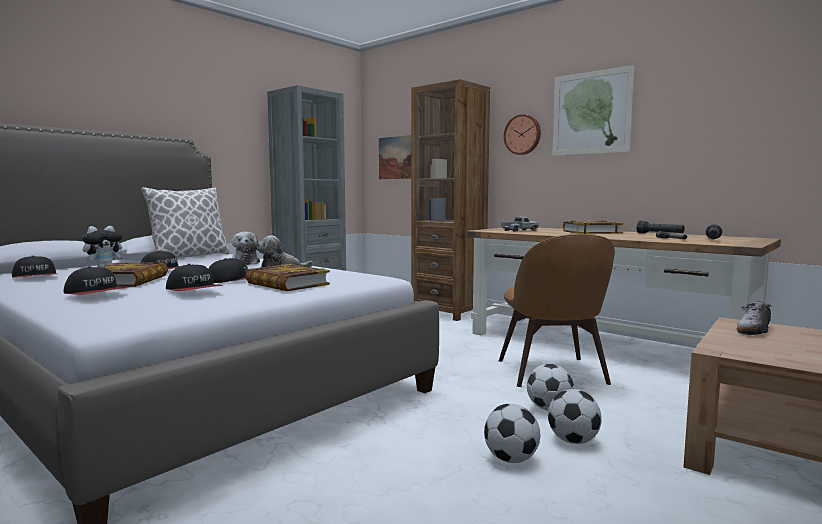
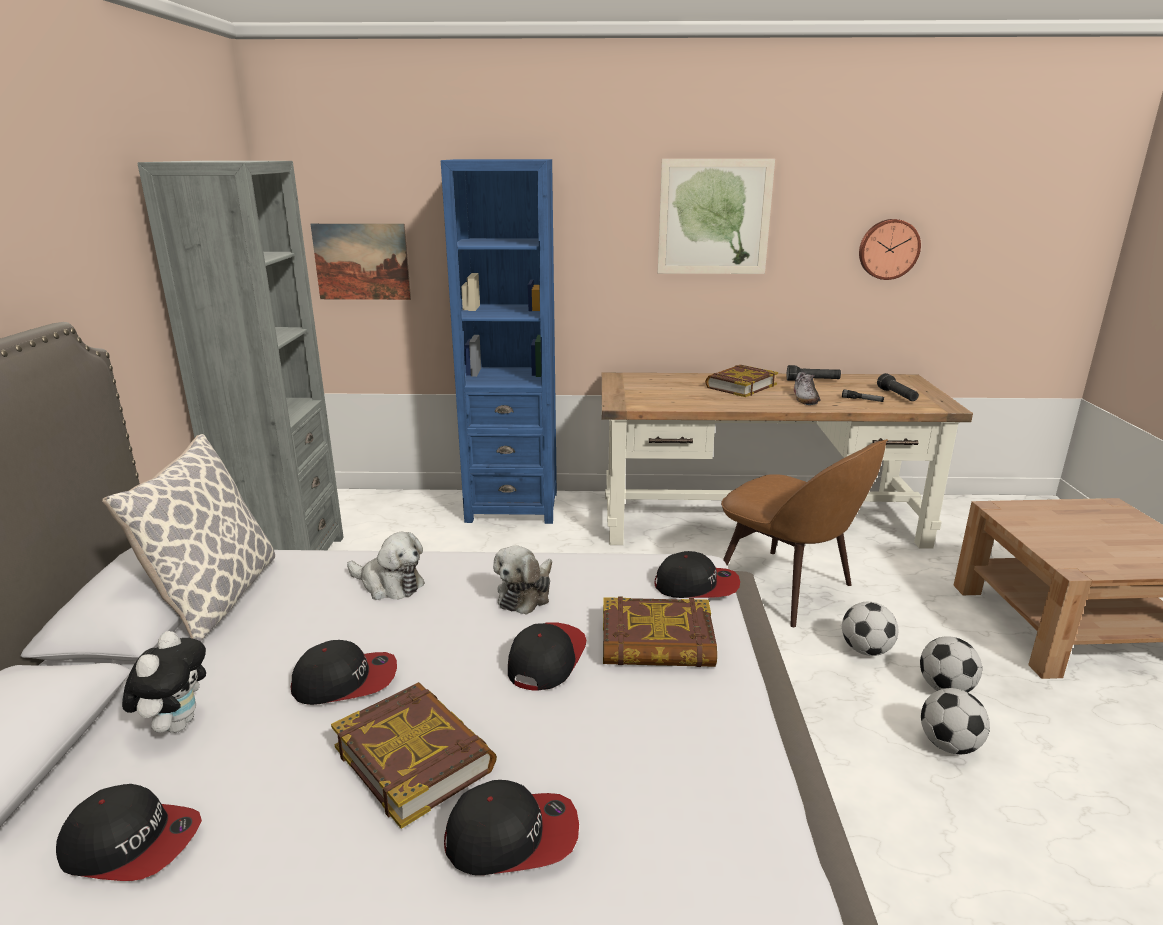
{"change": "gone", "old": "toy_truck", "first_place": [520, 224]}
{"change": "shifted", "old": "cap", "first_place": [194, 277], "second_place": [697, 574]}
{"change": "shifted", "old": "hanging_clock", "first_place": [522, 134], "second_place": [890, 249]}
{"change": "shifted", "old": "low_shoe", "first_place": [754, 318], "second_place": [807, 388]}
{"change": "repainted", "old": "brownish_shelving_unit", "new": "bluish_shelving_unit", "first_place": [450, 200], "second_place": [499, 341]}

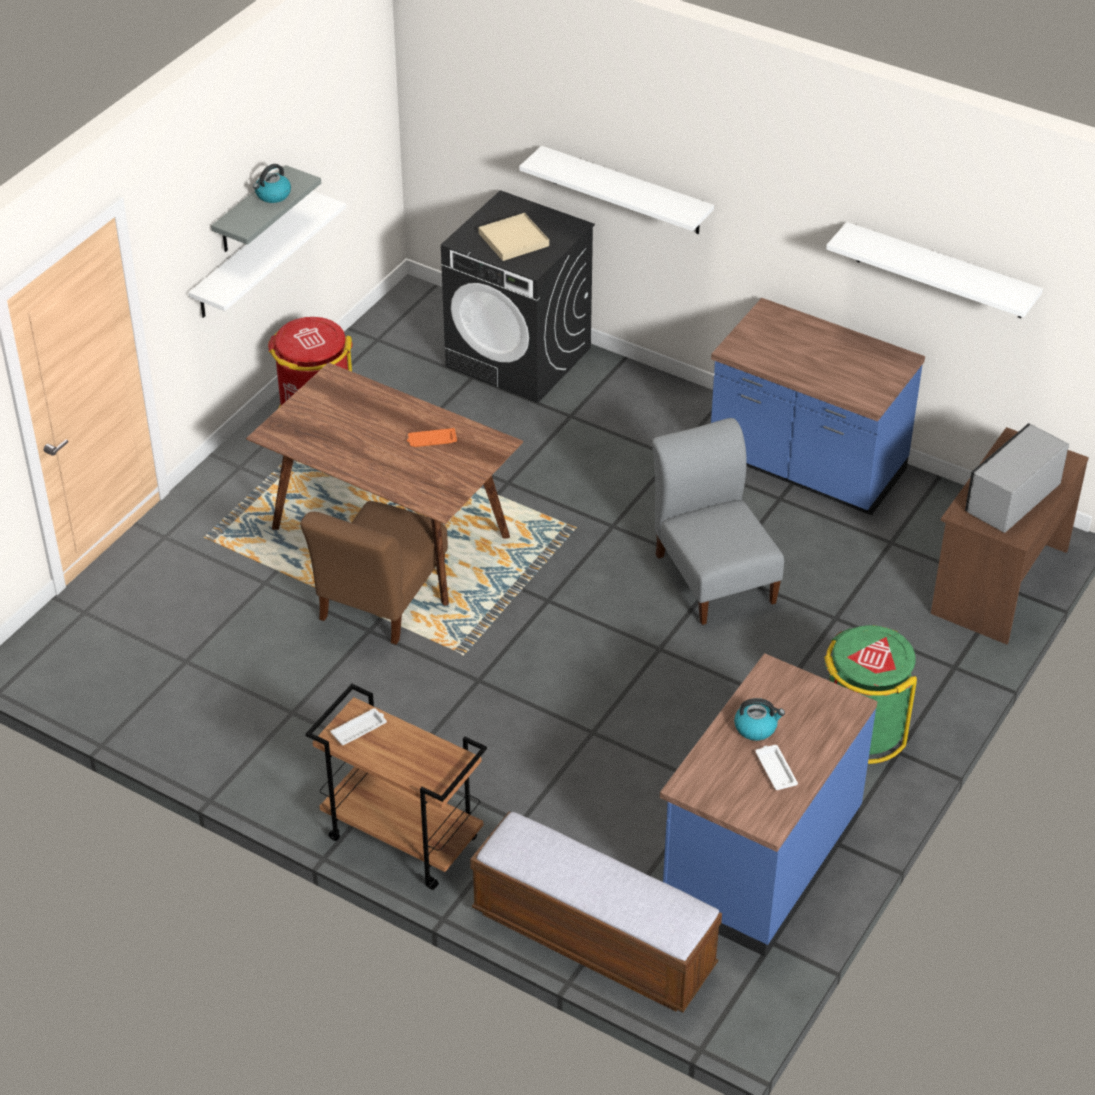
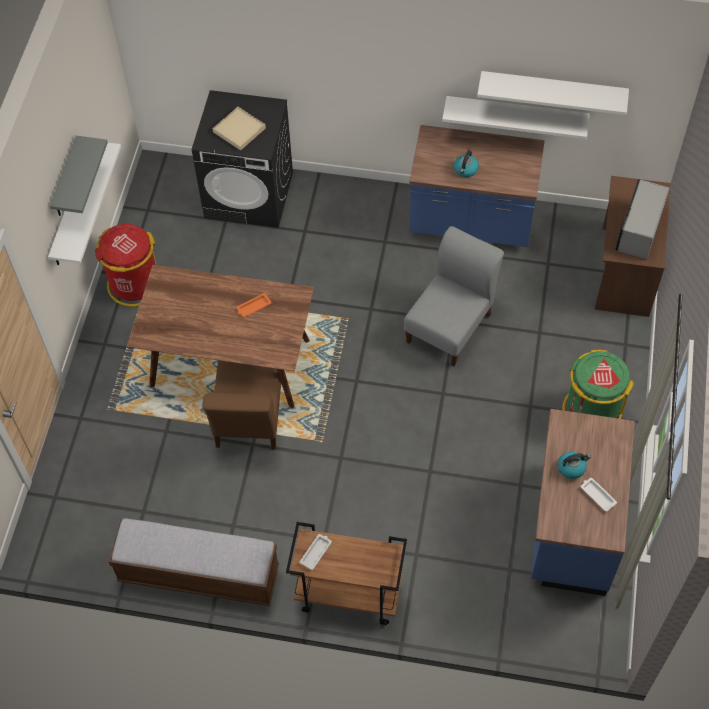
{"change": "shifted", "old": "water_kettle", "first_place": [272, 183], "second_place": [466, 163]}
{"change": "shifted", "old": "indoor_bench", "first_place": [596, 912], "second_place": [193, 562]}
{"change": "shifted", "old": "whitish_bracket_shelf", "first_place": [616, 190], "second_place": [516, 117]}
{"change": "rotated", "old": "grey_plain_chair", "first_place": [718, 521], "second_place": [454, 296], "degrees": 75}

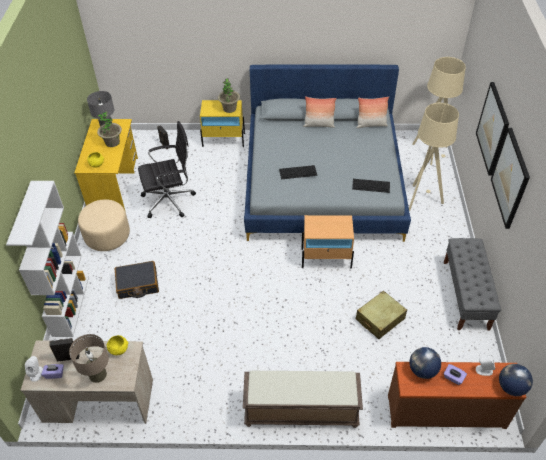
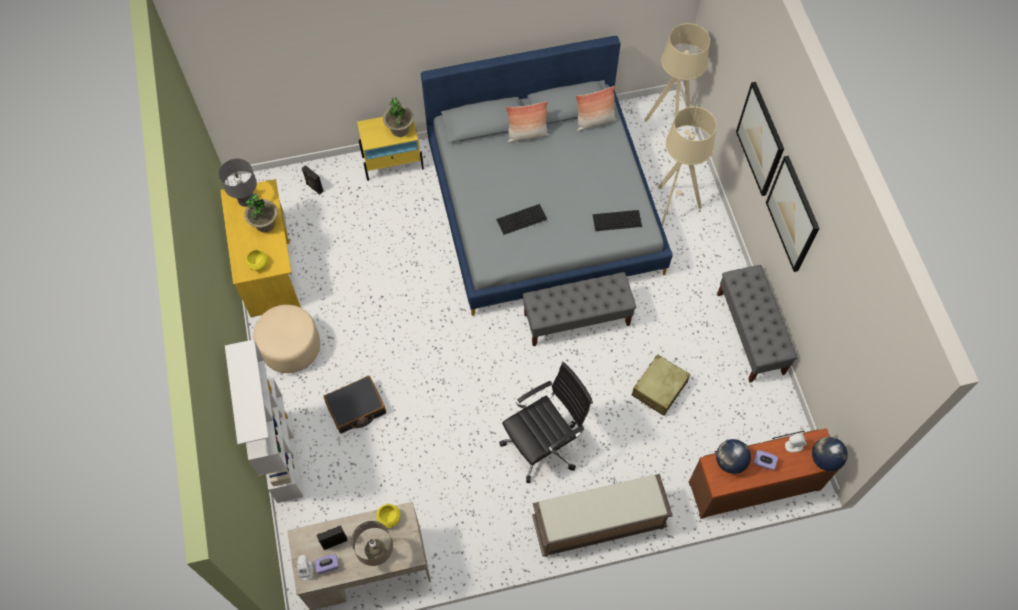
{"change": "shifted", "old": "blackish_computer_chair", "first_place": [167, 169], "second_place": [546, 422]}
{"change": "swapped", "old": "beige-coloured_night_table", "new": "grey_indoor_bench", "first_place": [327, 241], "second_place": [579, 309]}

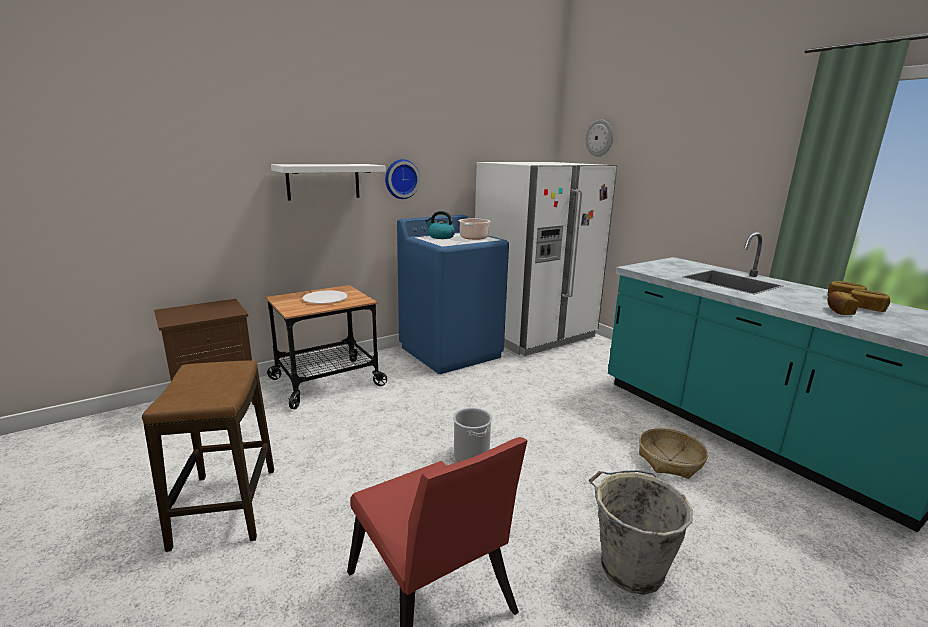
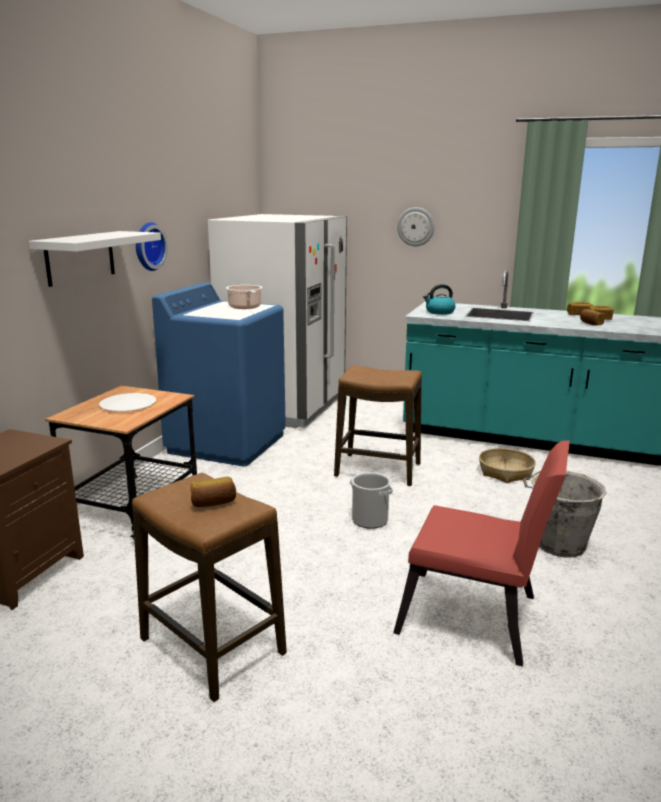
{"change": "new", "new": "bakery_bread", "second_place": [213, 491]}
{"change": "new", "new": "stool_seat", "second_place": [378, 425]}
{"change": "shifted", "old": "water_kettle", "first_place": [440, 225], "second_place": [439, 299]}
{"change": "shifted", "old": "hanging_clock", "first_place": [599, 138], "second_place": [416, 226]}

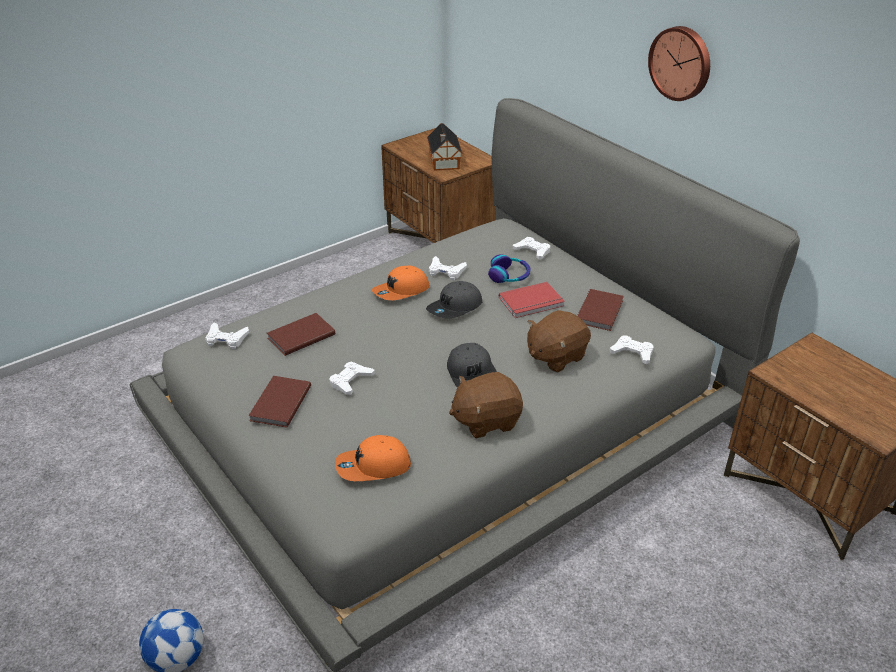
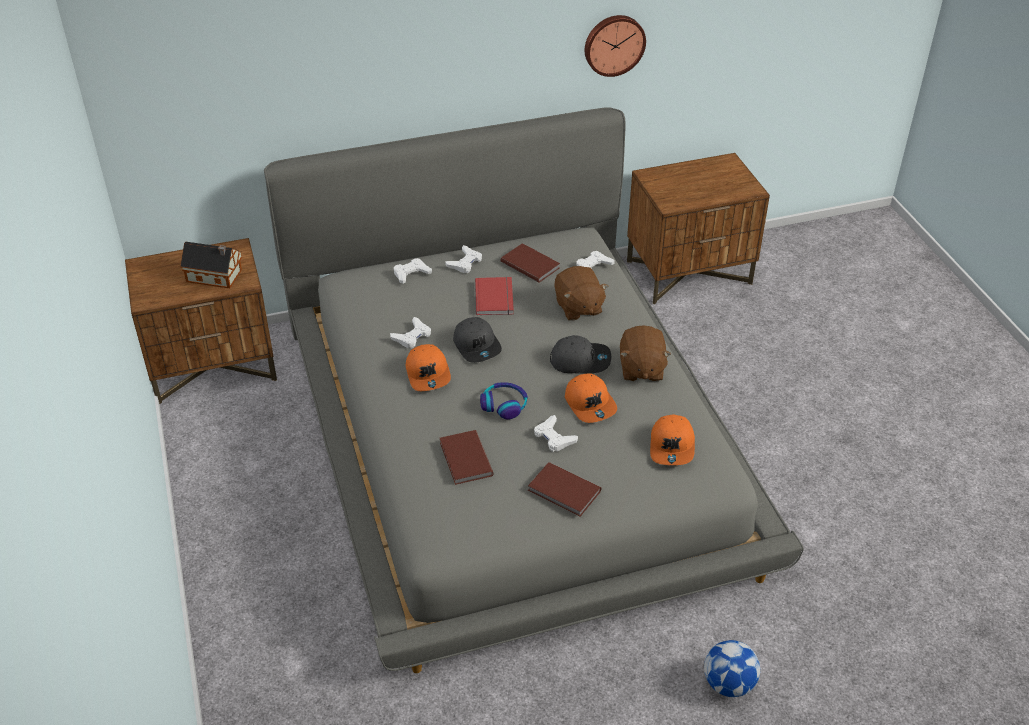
{"change": "new", "new": "orange-coloured_cap", "second_place": [591, 398]}
{"change": "shifted", "old": "whitish_game_controller", "first_place": [227, 335], "second_place": [463, 259]}
{"change": "shifted", "old": "headset", "first_place": [509, 268], "second_place": [504, 401]}
{"change": "shifted", "old": "hanging_clock", "first_place": [679, 63], "second_place": [615, 46]}

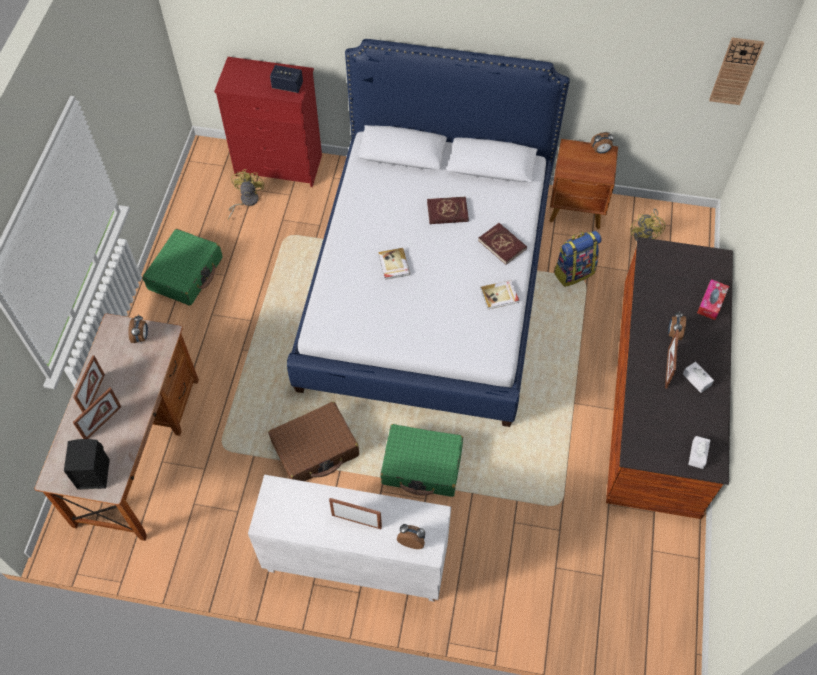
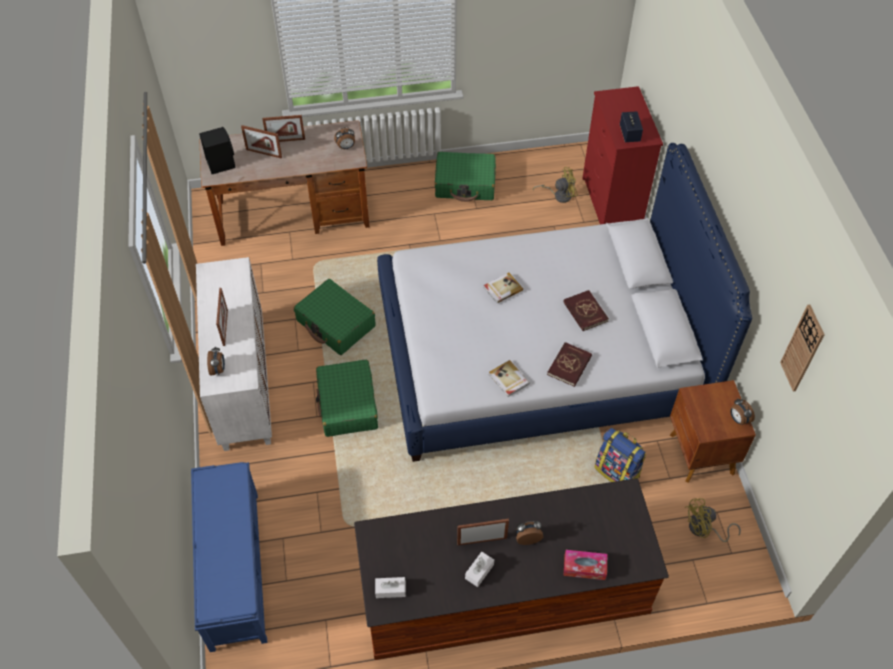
{"change": "new", "new": "bluish_indoor_bench", "second_place": [229, 557]}
{"change": "shifted", "old": "hanging_clock", "first_place": [736, 71], "second_place": [802, 348]}
{"change": "repainted", "old": "brownish_travel_case", "new": "green_travel_case", "first_place": [313, 441], "second_place": [335, 317]}

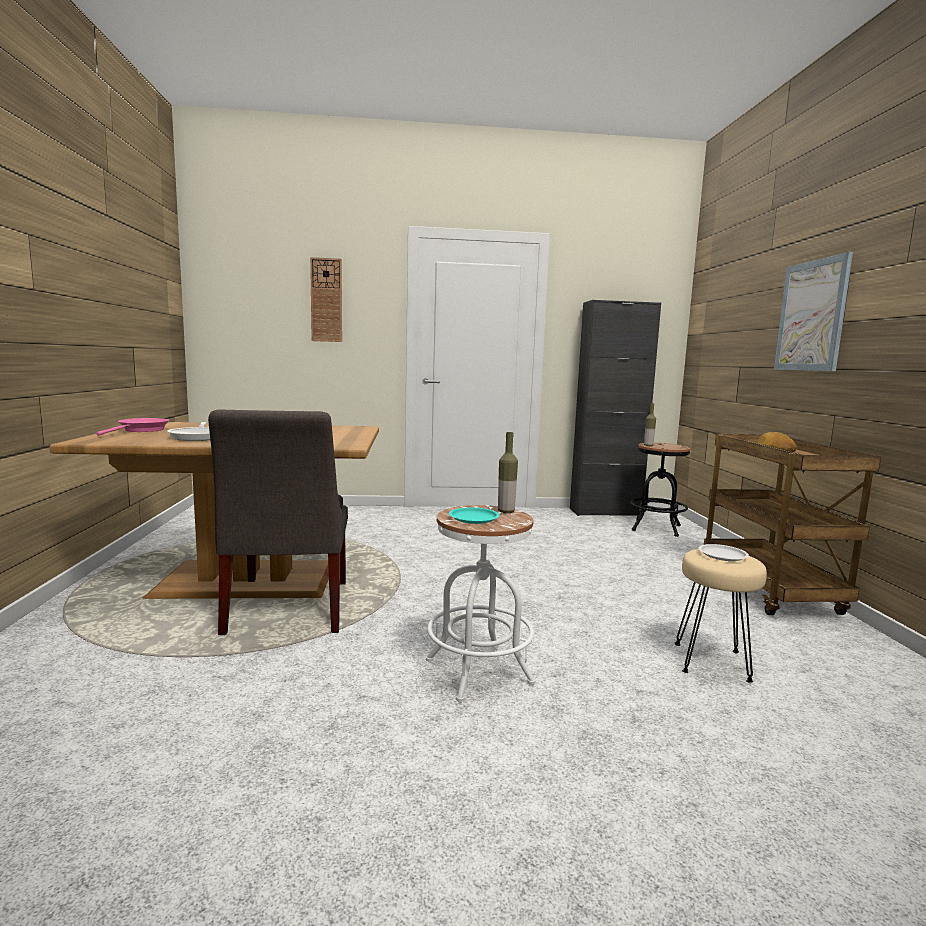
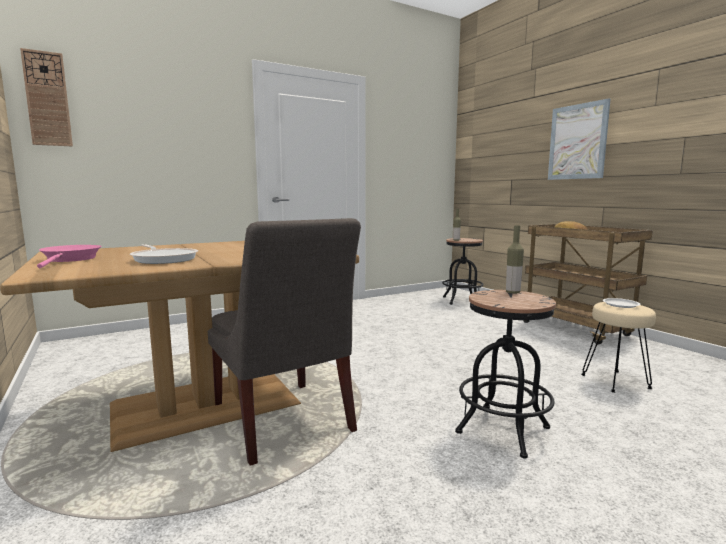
{"change": "gone", "old": "turquoise_flat_dish", "first_place": [474, 515]}
{"change": "gone", "old": "blackish_cabinet", "first_place": [615, 408]}
{"change": "shifted", "old": "hanging_clock", "first_place": [326, 299], "second_place": [46, 97]}
{"change": "repainted", "old": "whitish_stool_seat", "new": "blackish_stool_seat", "first_place": [481, 603], "second_place": [505, 374]}

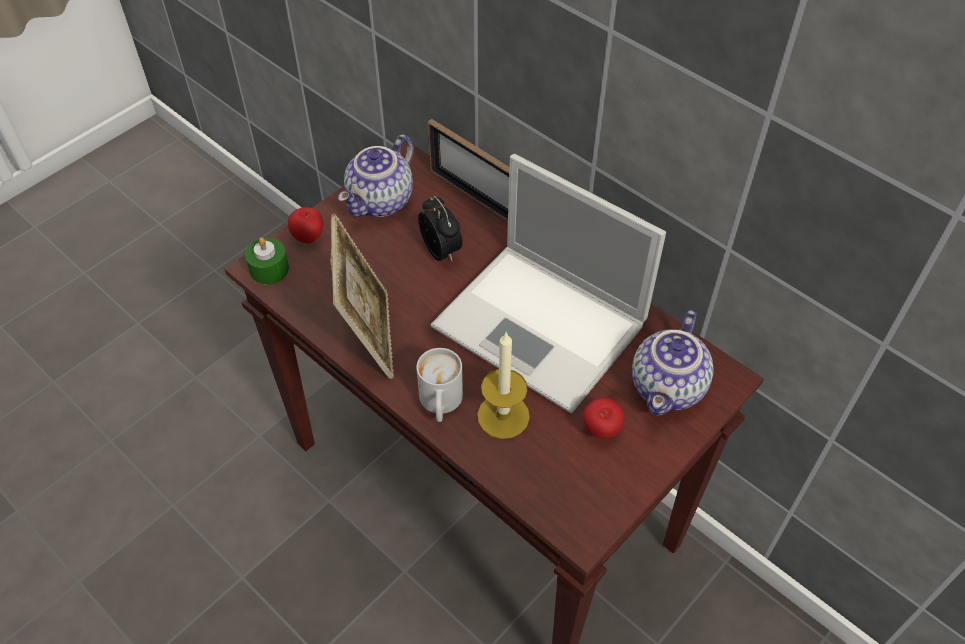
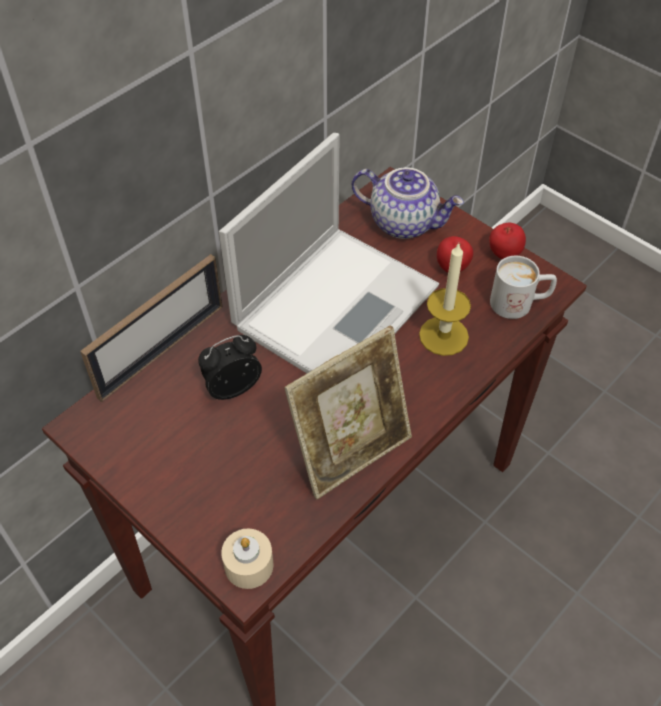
{"change": "gone", "old": "teapot", "first_place": [376, 176]}
{"change": "shifted", "old": "whole_apple", "first_place": [305, 225], "second_place": [507, 241]}
{"change": "shifted", "old": "whitish_coffee_mug", "first_place": [439, 385], "second_place": [523, 287]}
{"change": "repainted", "old": "green_candle", "new": "beige-coloured_candle", "first_place": [267, 261], "second_place": [247, 559]}
{"change": "rotated", "old": "picture_frame", "first_place": [362, 296], "second_place": [348, 412], "degrees": 150}

